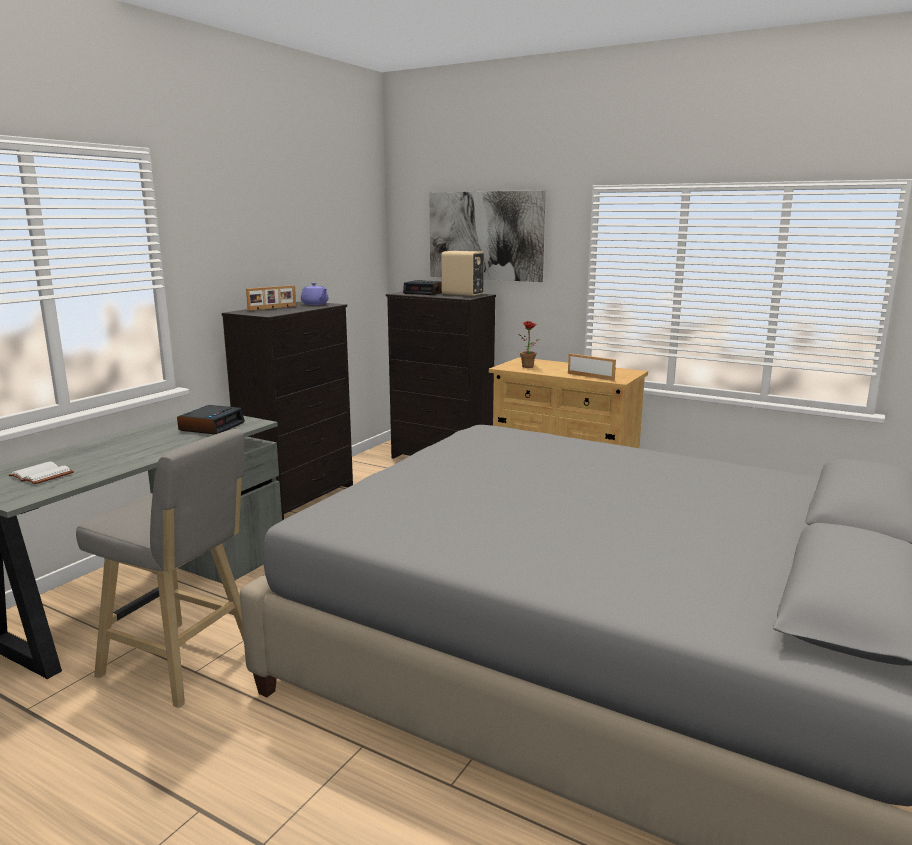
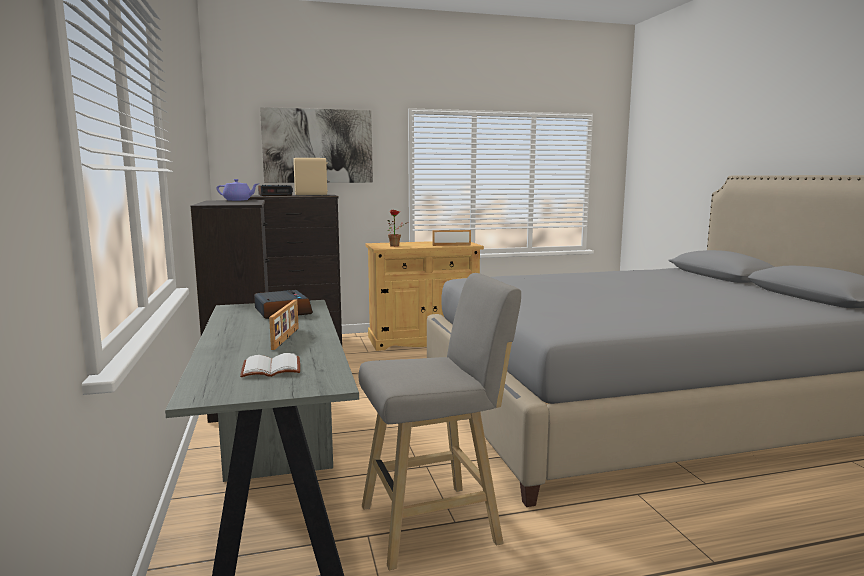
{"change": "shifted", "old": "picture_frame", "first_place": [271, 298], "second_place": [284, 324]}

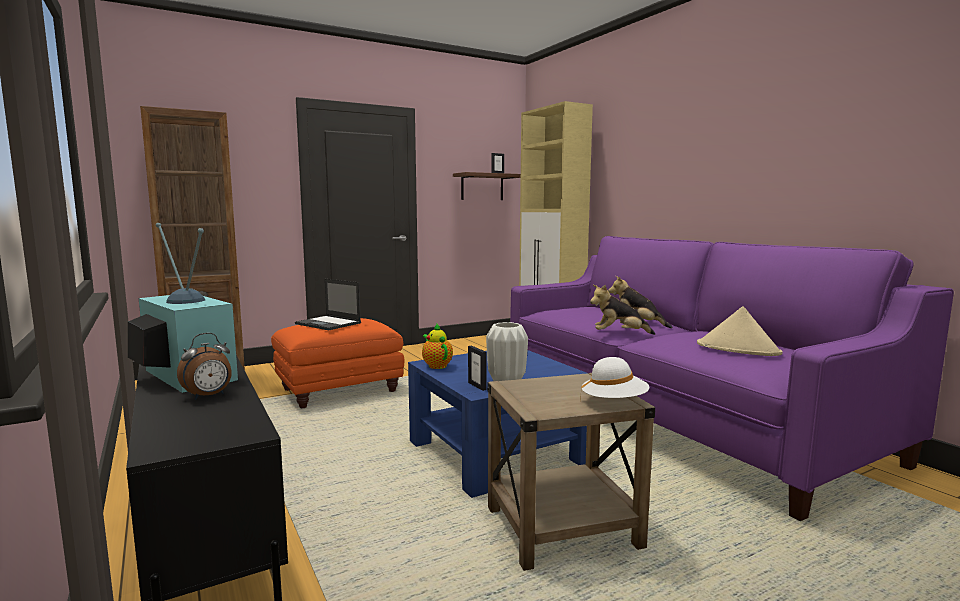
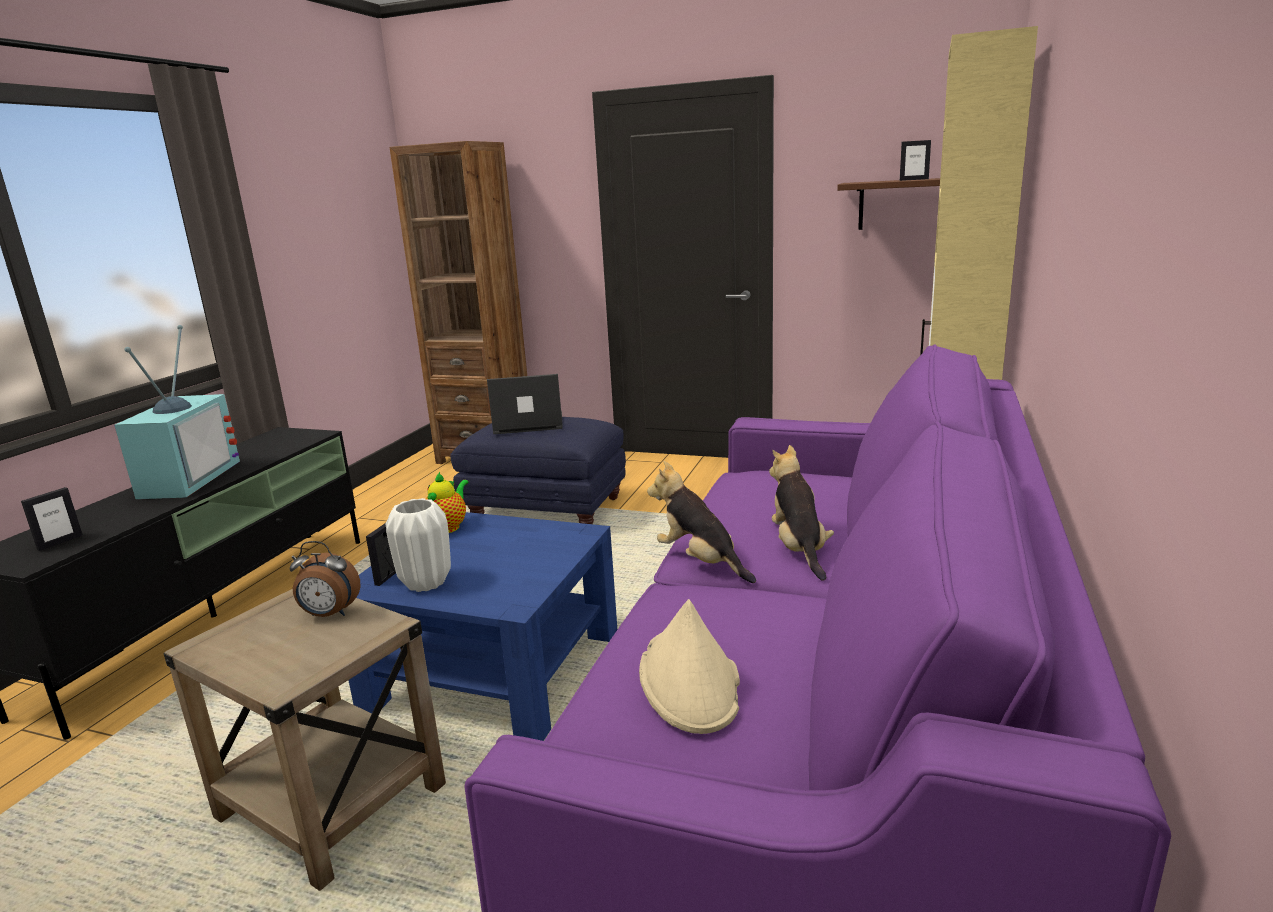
{"change": "gone", "old": "whitish_clothing_hat", "first_place": [614, 379]}
{"change": "new", "new": "picture_frame", "second_place": [52, 519]}
{"change": "shifted", "old": "table_clock", "first_place": [204, 366], "second_place": [325, 579]}
{"change": "repainted", "old": "orange-coloured_ottoman", "new": "bluish_ottoman", "first_place": [337, 363], "second_place": [538, 470]}
{"change": "rotated", "old": "laptop", "first_place": [328, 304], "second_place": [525, 404], "degrees": 90}

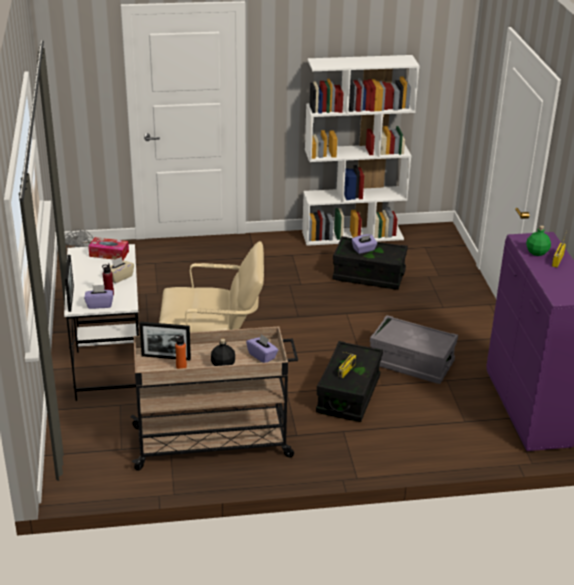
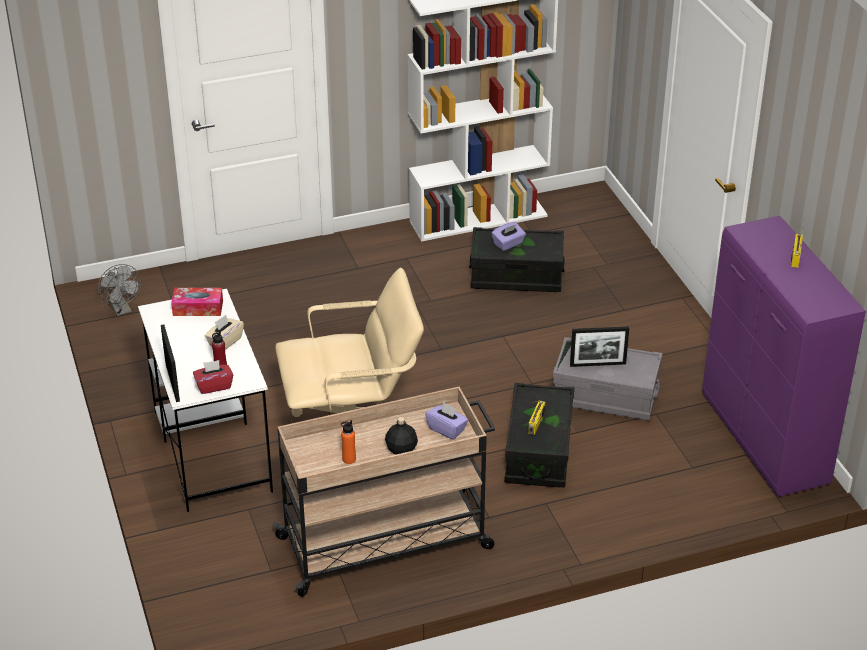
{"change": "gone", "old": "green_drink_bottle", "first_place": [538, 240]}
{"change": "shifted", "old": "picture_frame", "first_place": [165, 341], "second_place": [599, 346]}
{"change": "repainted", "old": "purplish_tissue_holder", "new": "reddish_tissue_holder", "first_place": [98, 297], "second_place": [213, 377]}

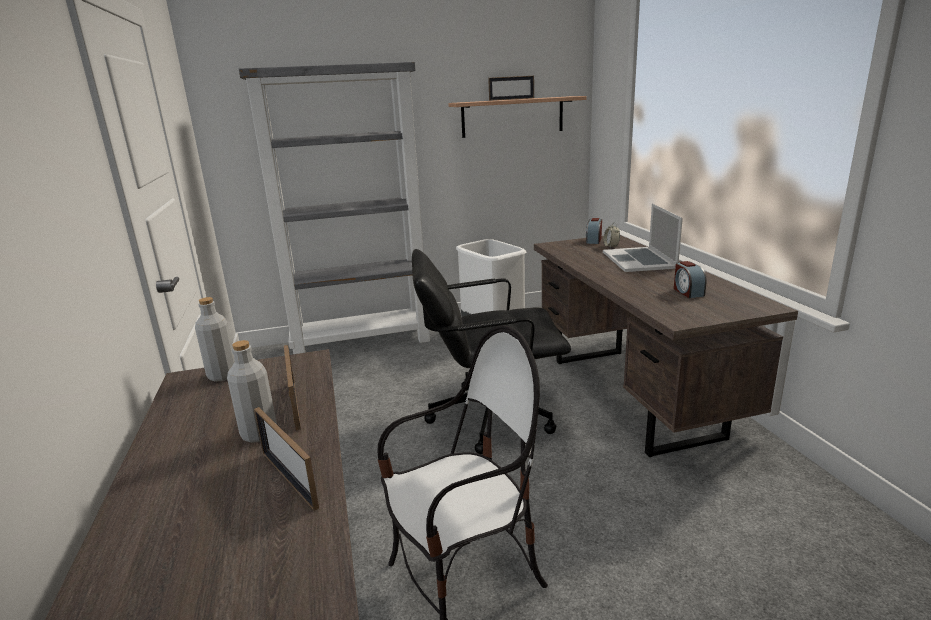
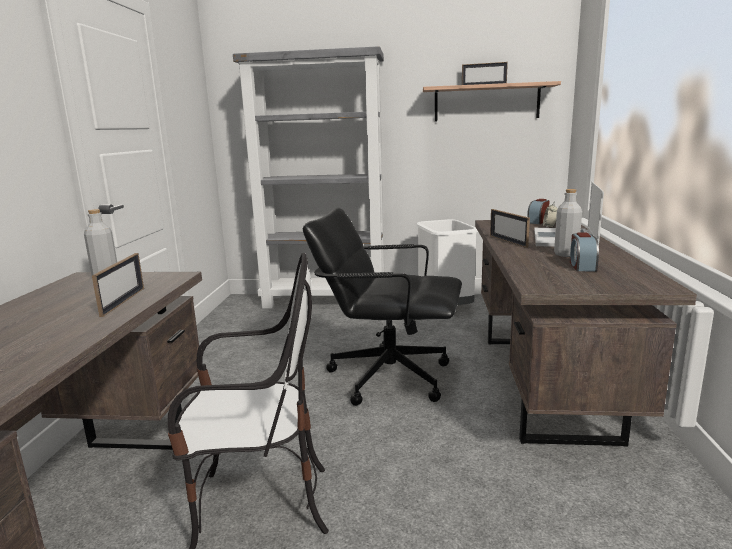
{"change": "shifted", "old": "grey_drink_bottle", "first_place": [252, 391], "second_place": [568, 223]}
{"change": "shifted", "old": "picture_frame", "first_place": [286, 459], "second_place": [510, 228]}

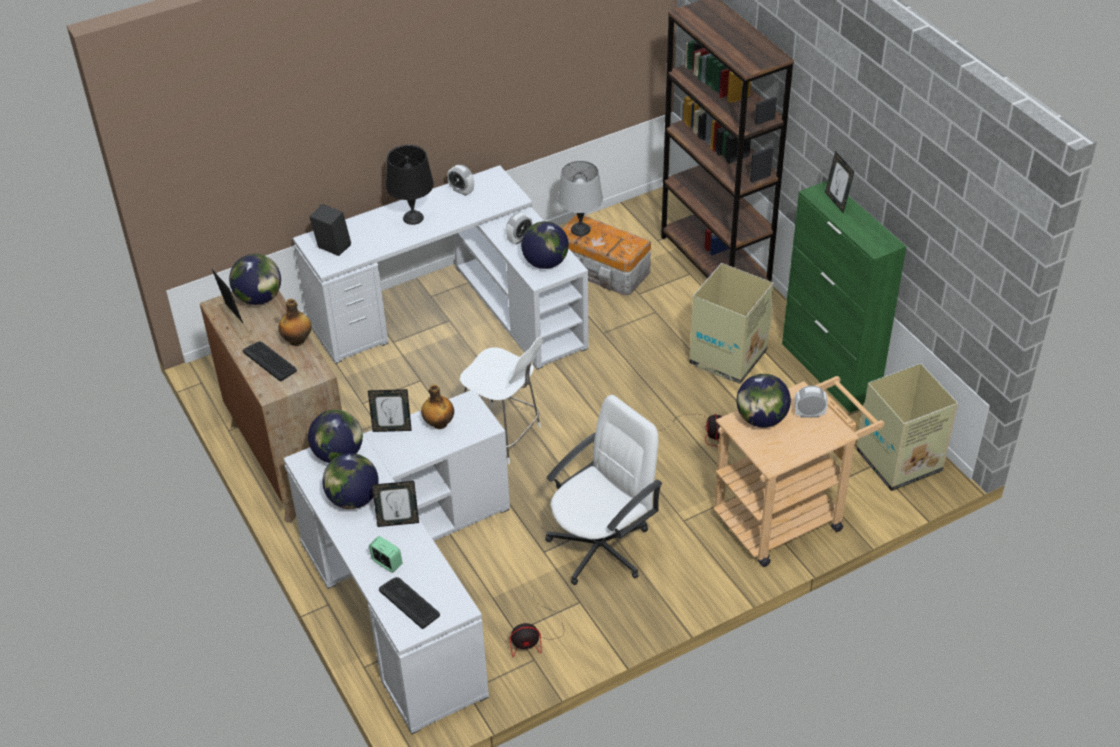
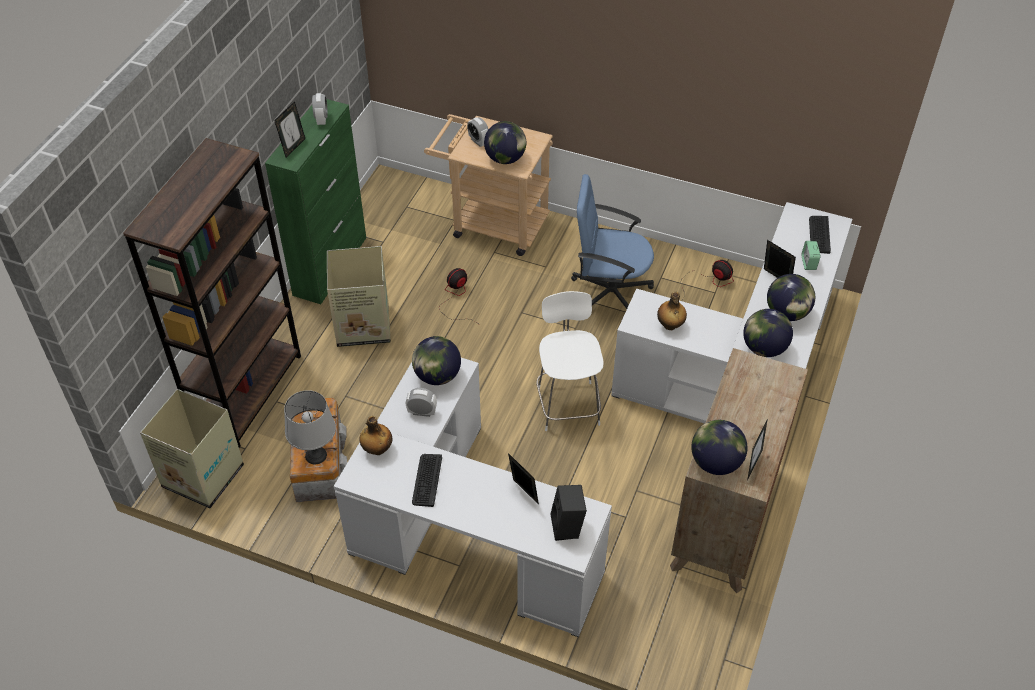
{"change": "gone", "old": "blackish_lamp_for_a_table", "first_place": [410, 185]}
{"change": "shifted", "old": "computer_keyboard", "first_place": [270, 361], "second_place": [427, 480]}
{"change": "shifted", "old": "drink_bottle", "first_place": [295, 322], "second_place": [376, 435]}
{"change": "shifted", "old": "picture_frame", "first_place": [390, 410], "second_place": [523, 479]}
{"change": "shifted", "old": "table_clock", "first_place": [460, 180], "second_place": [320, 109]}
{"change": "shifted", "old": "cardboard_box", "first_place": [907, 427], "second_place": [192, 448]}
{"change": "repainted", "old": "whitish_computer_chair", "new": "bluish_computer_chair", "first_place": [603, 490], "second_place": [612, 241]}

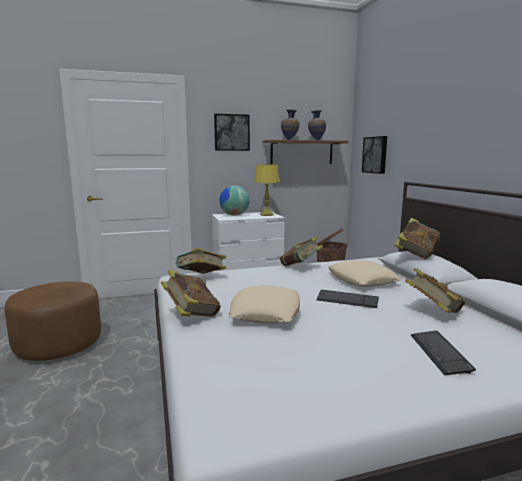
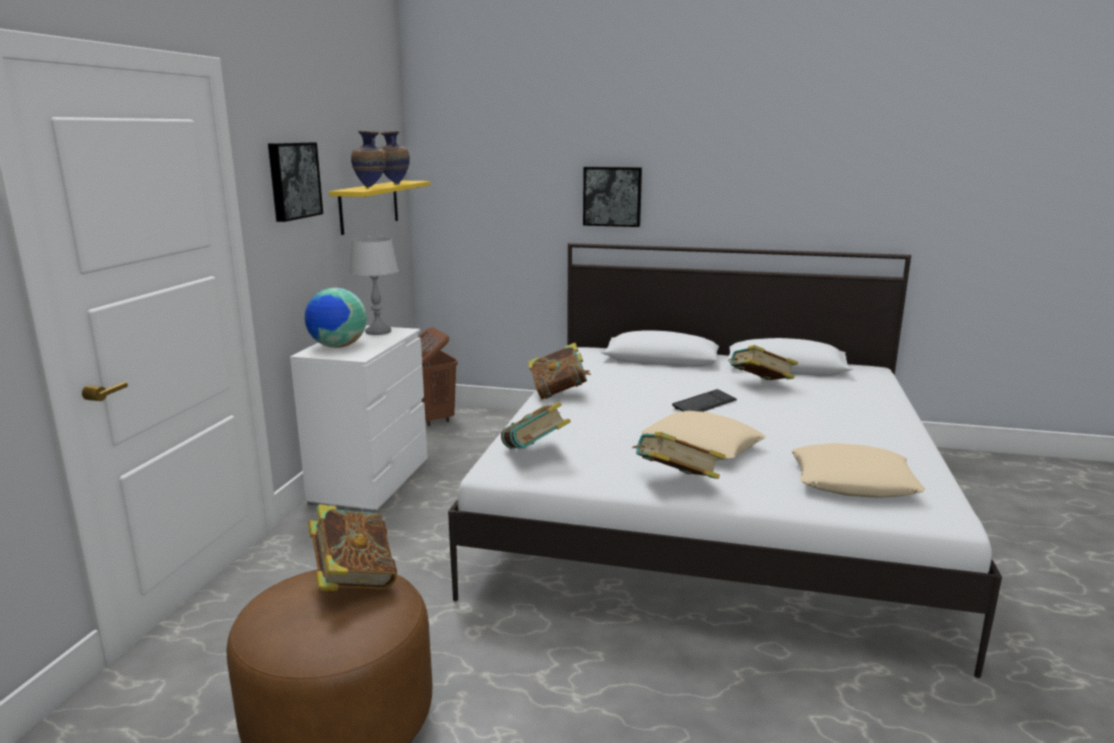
{"change": "gone", "old": "computer_keyboard", "first_place": [443, 353]}
{"change": "shifted", "old": "beige-coloured_cushion", "first_place": [365, 273], "second_place": [858, 470]}
{"change": "shifted", "old": "wall_picture", "first_place": [374, 155], "second_place": [612, 197]}
{"change": "shifted", "old": "book", "first_place": [417, 238], "second_place": [352, 547]}
{"change": "repainted", "old": "yellowish_lamp_for_a_table", "new": "grey_lamp_for_a_table", "first_place": [267, 190], "second_place": [374, 286]}
{"change": "repainted", "old": "brownish_bracket_shelf", "new": "yellowish_bracket_shelf", "first_place": [305, 152], "second_place": [379, 208]}

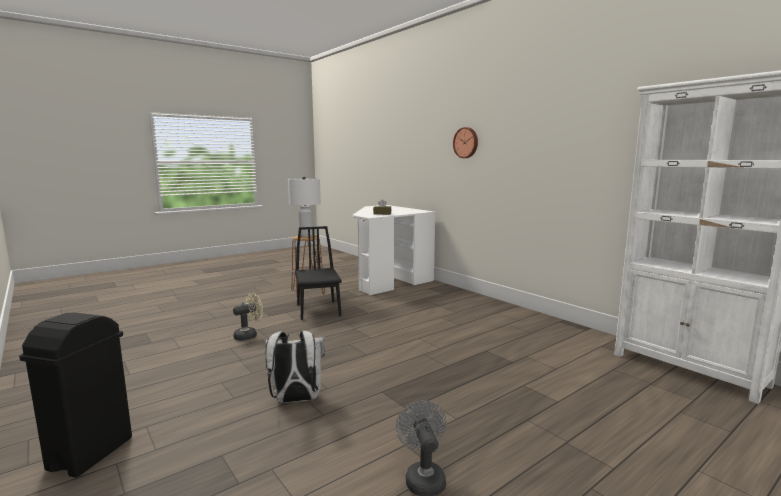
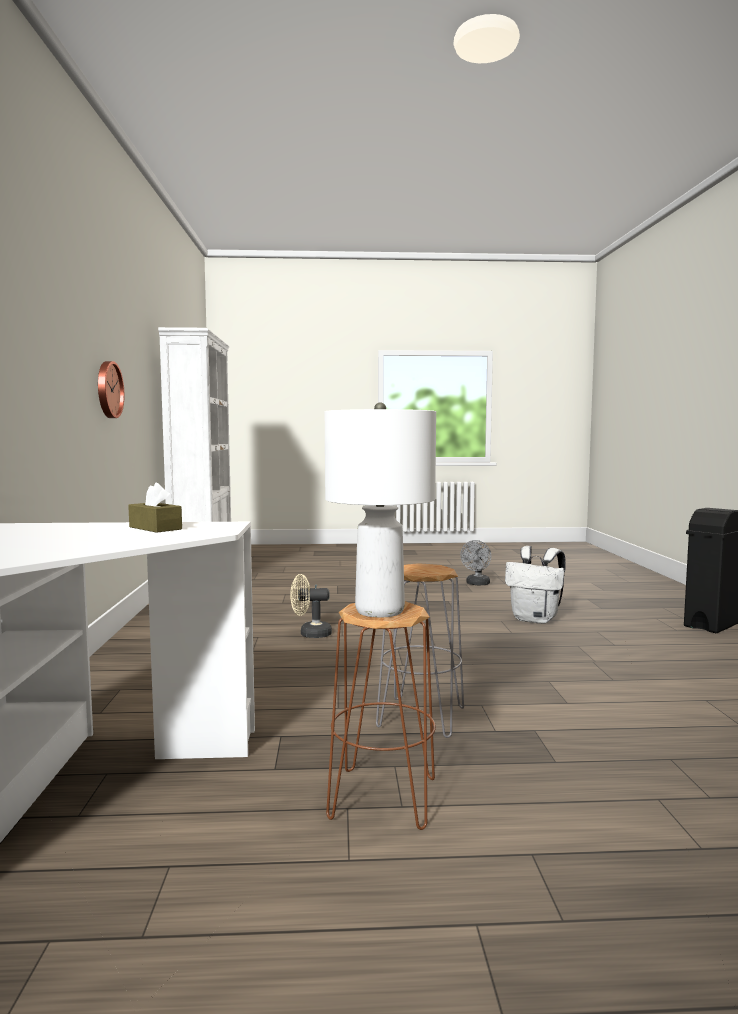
{"change": "shifted", "old": "beige-coloured_fan", "first_place": [248, 317], "second_place": [311, 606]}
{"change": "shifted", "old": "hanging_clock", "first_place": [465, 142], "second_place": [111, 389]}
{"change": "swapped", "old": "blackish_plain_chair", "new": "grey_stool_seat", "first_place": [318, 273], "second_place": [420, 650]}

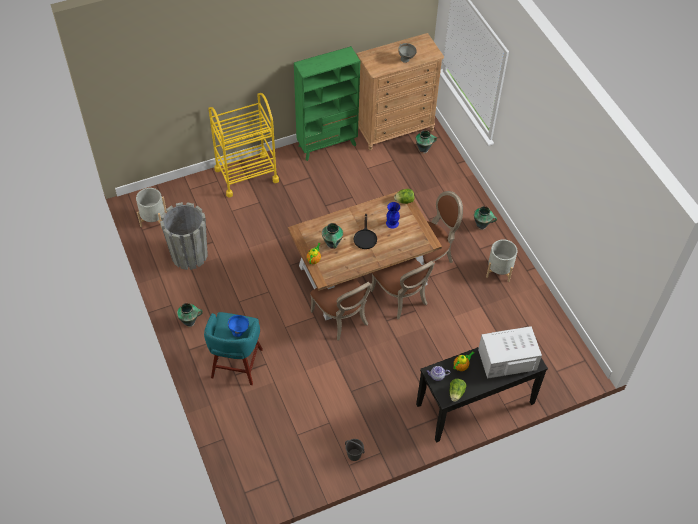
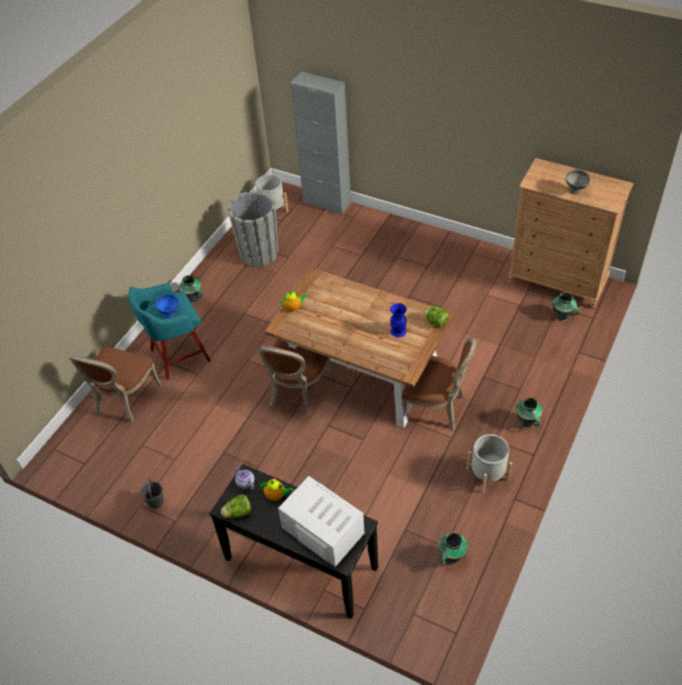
{"change": "gone", "old": "yellowish_wheeled_cart", "first_place": [243, 145]}
{"change": "gone", "old": "green_shelving_unit", "first_place": [327, 103]}
{"change": "gone", "old": "blackish_pan", "first_place": [365, 231]}
{"change": "new", "new": "grey_cabinet", "second_place": [321, 143]}
{"change": "shifted", "old": "decorative_vase", "first_place": [332, 236], "second_place": [453, 548]}
{"change": "shifted", "old": "brownish_plain_chair", "first_place": [403, 288], "second_place": [115, 384]}

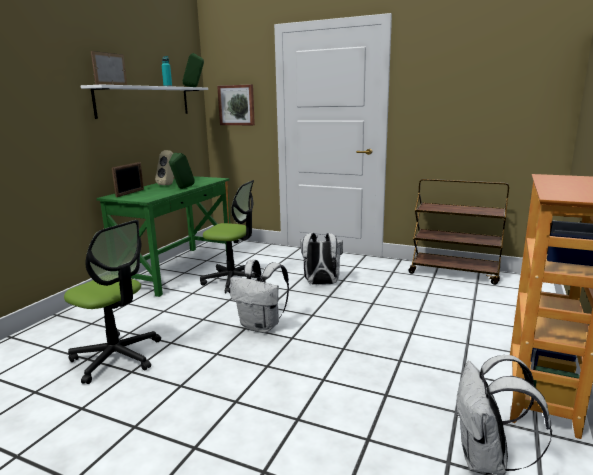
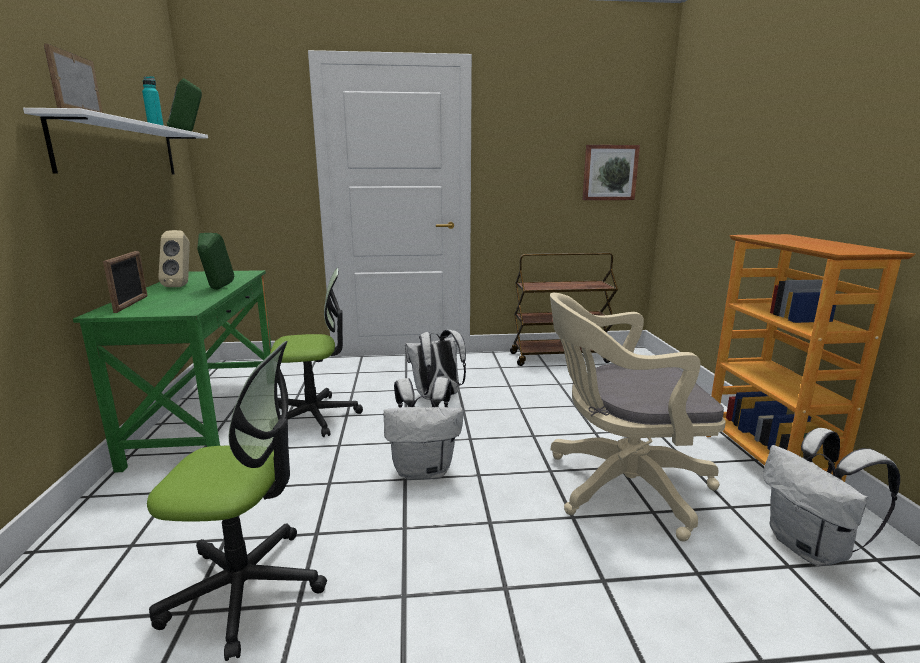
{"change": "new", "new": "beige-coloured_computer_chair", "second_place": [638, 417]}
{"change": "shifted", "old": "wall_picture", "first_place": [236, 104], "second_place": [611, 172]}

